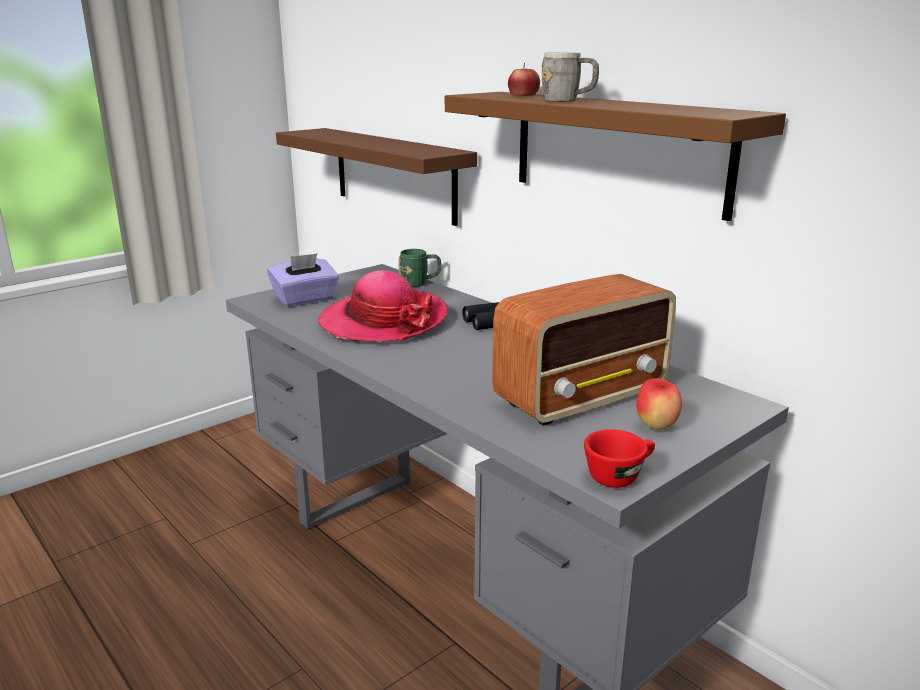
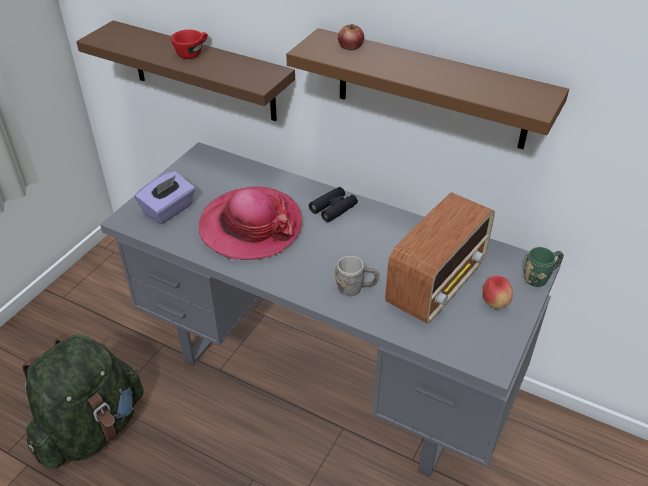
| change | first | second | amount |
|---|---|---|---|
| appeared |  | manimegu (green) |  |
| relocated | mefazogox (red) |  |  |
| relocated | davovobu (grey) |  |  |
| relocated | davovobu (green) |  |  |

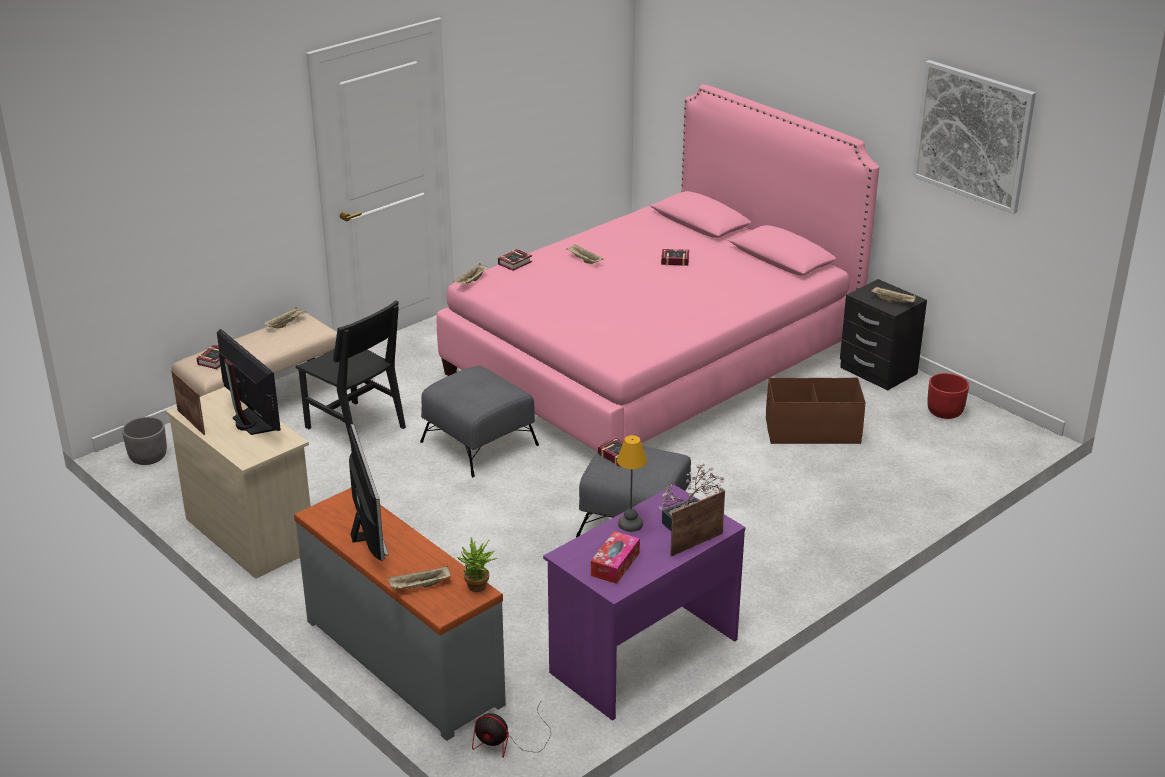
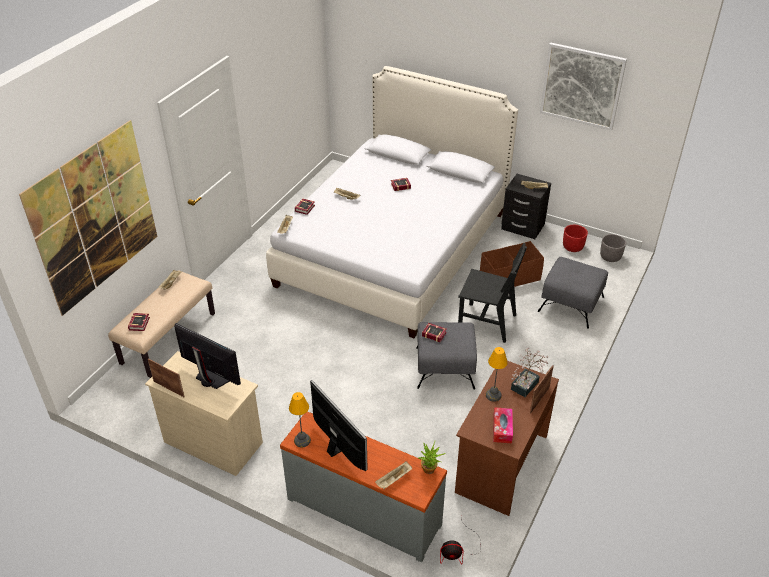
| change | first | second | amount |
|---|---|---|---|
| appeared |  | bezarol (no. 1 from left) |  |
| colour | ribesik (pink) | ribesik (white) |  |
| appeared |  | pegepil (no. 1 from left) |  |
| colour | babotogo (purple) | babotogo (brown) |  |
| relocated | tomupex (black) |  |  |
| relocated | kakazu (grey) (no. 1 from left in the first image) | kakazu (grey) (no. 2 from left) |  |
| relocated | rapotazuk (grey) |  |  |

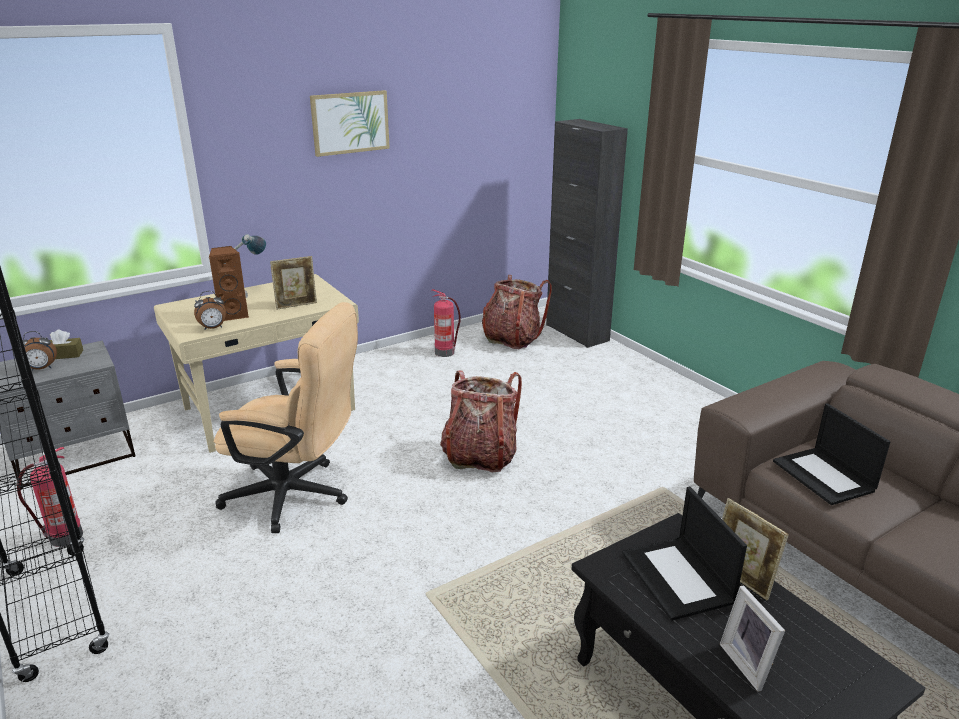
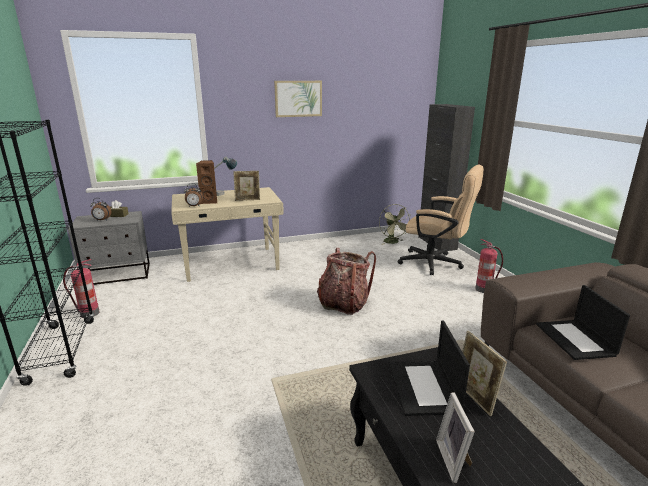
| change | first | second | amount |
|---|---|---|---|
| exchanged | manimegu (no. 2 from left) | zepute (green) |  |
| relocated | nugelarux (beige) |  |  |
| relocated | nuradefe (no. 2 from left) |  |  |

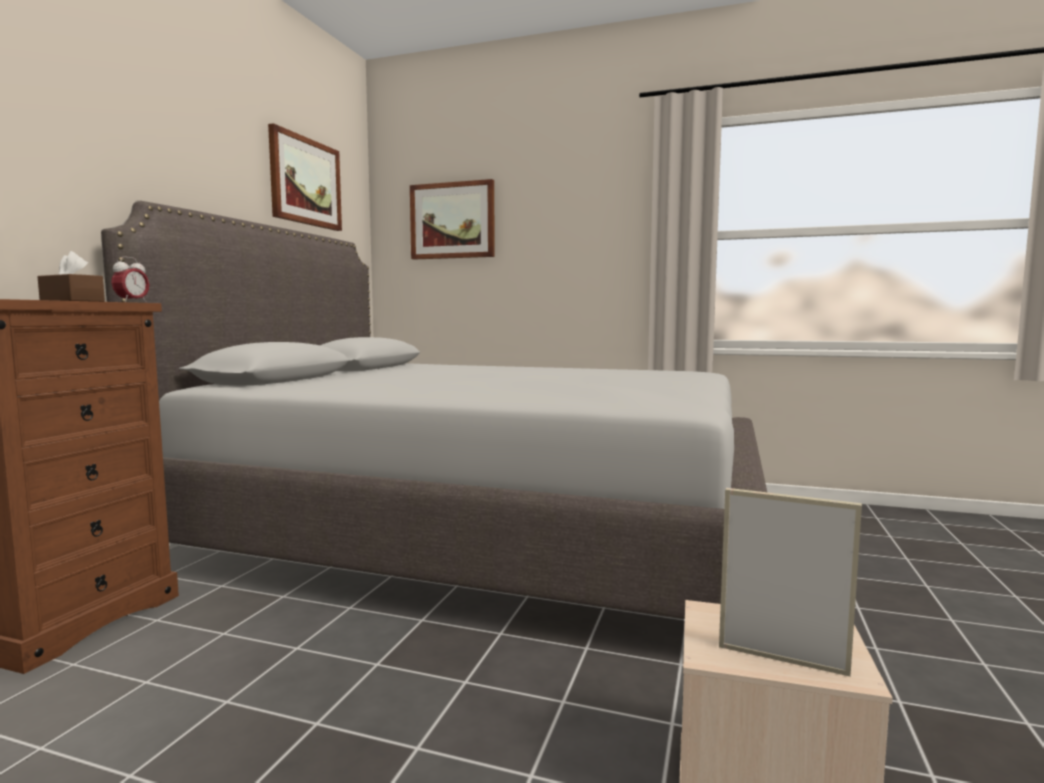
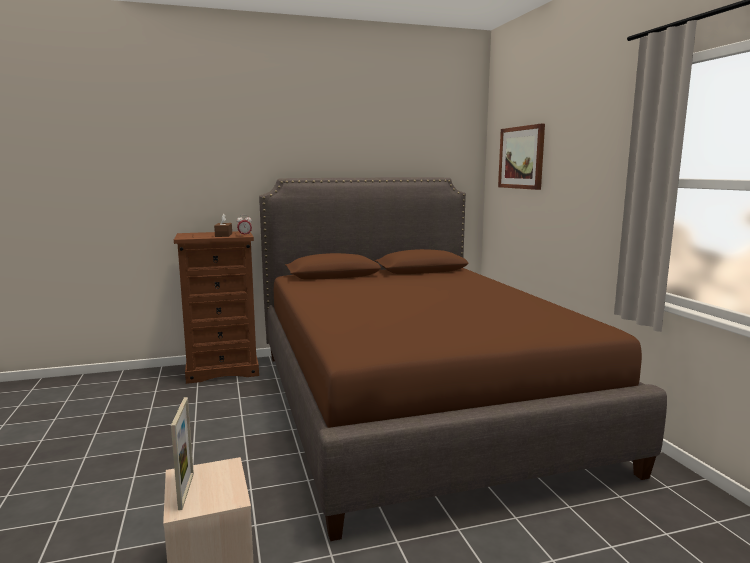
| change | first | second | amount |
|---|---|---|---|
| colour | ribesik (grey) | ribesik (brown) |  |
| missing | bezarol (no. 1 from left) |  |  |

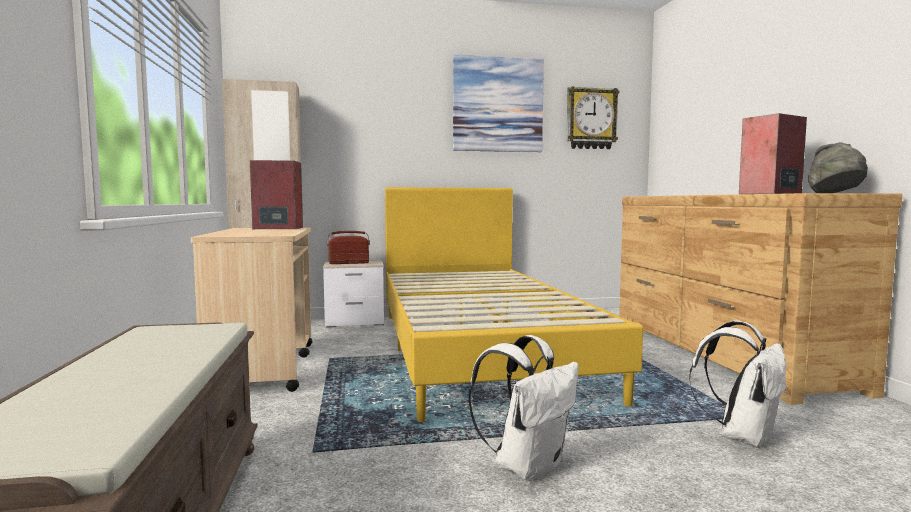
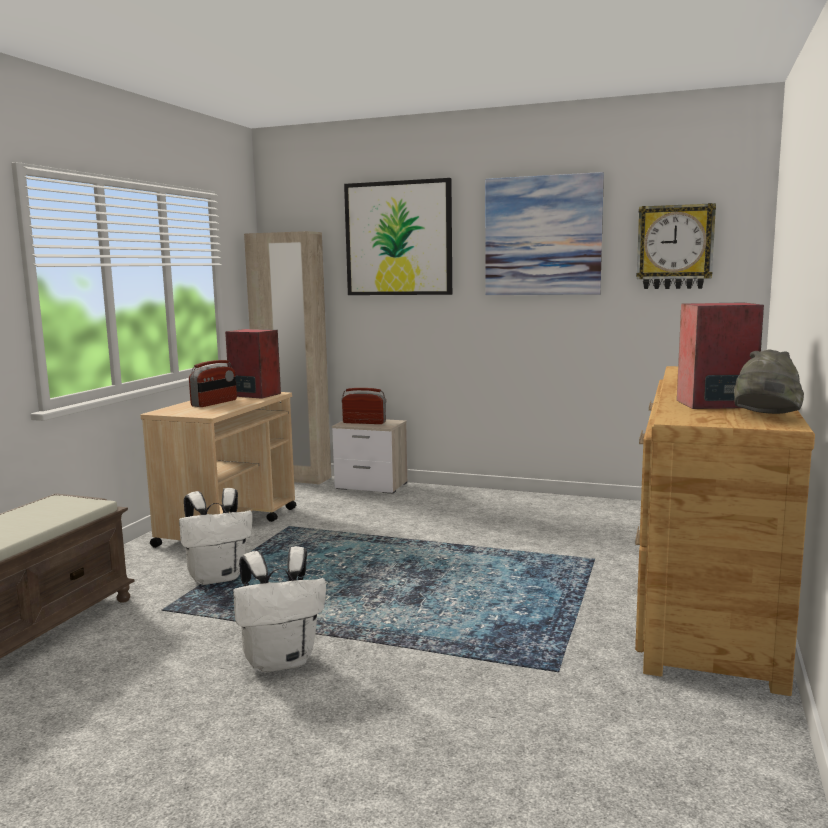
| change | first | second | amount |
|---|---|---|---|
| relocated | manimegu (white) (no. 2 from left in the first image) | manimegu (white) (no. 1 from left) |  |
| appeared |  | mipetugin (no. 1 from left) |  |
| appeared |  | bezarol (no. 1 from left) |  |
| missing | ribesik (yellow) |  |  |

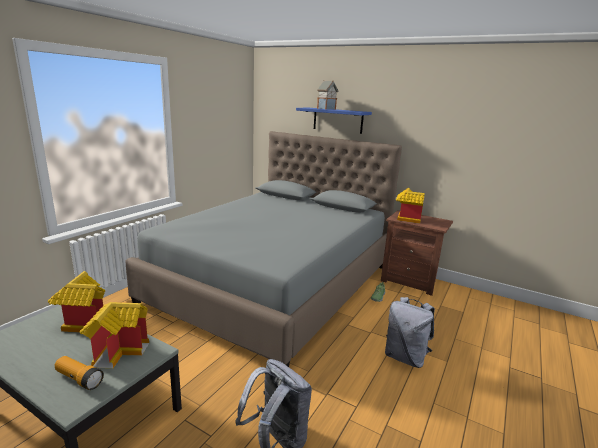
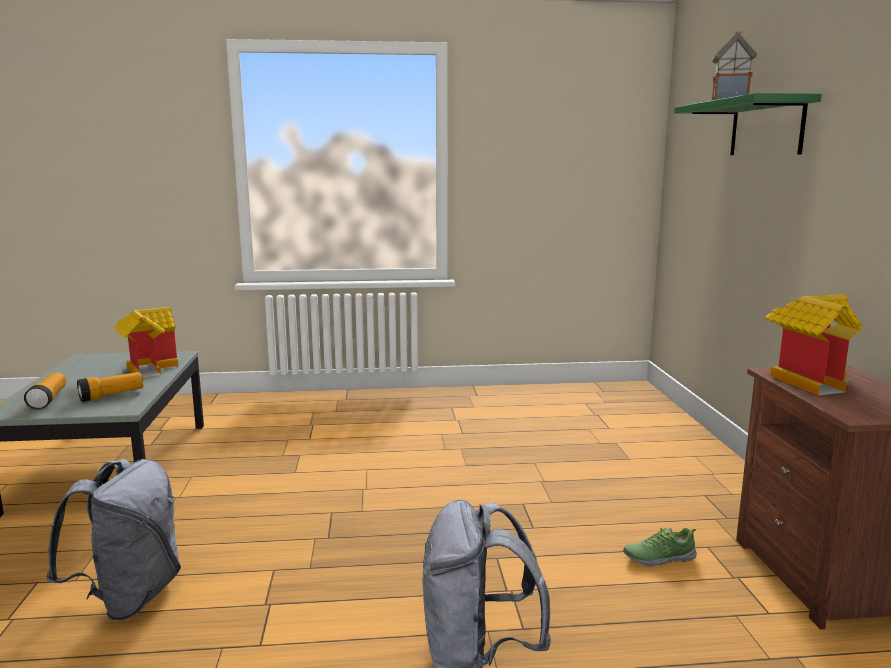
| change | first | second | amount |
|---|---|---|---|
| exchanged | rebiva (no. 2 from left) | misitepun (no. 2 from left) |  |
| colour | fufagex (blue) | fufagex (green) |  |
| missing | ribesik (grey) |  |  |

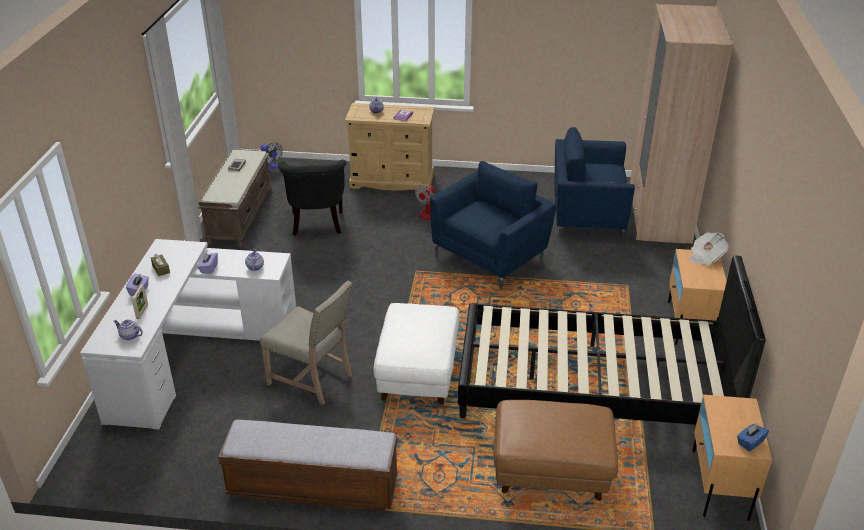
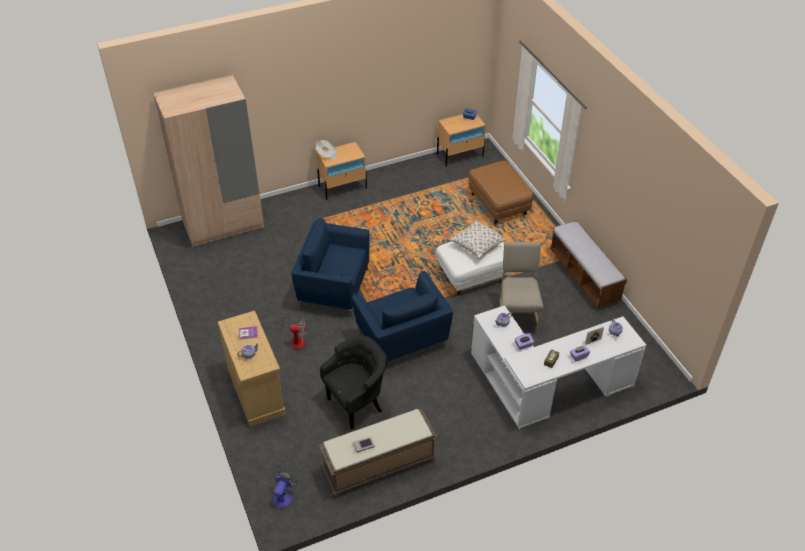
| change | first | second | amount |
|---|---|---|---|
| relocated | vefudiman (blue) (no. 2 from left) |  |  |
| appeared |  | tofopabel |  |
| missing | ribesik (black) |  |  |

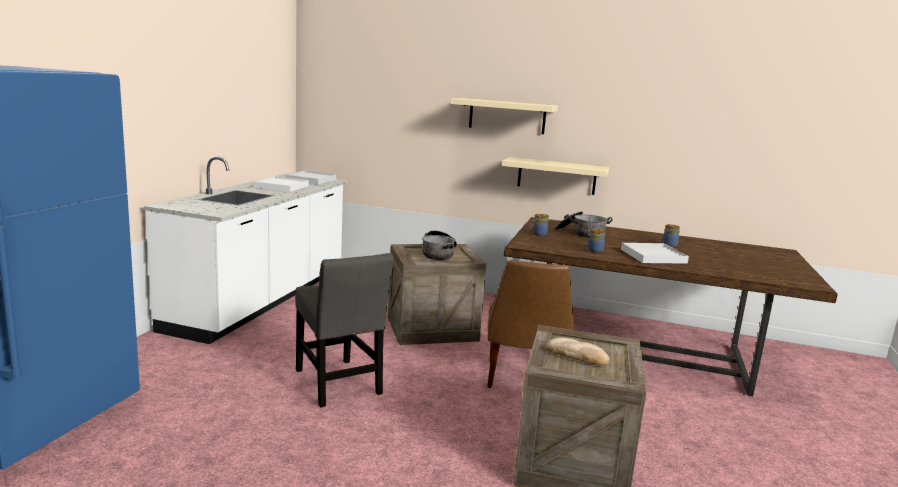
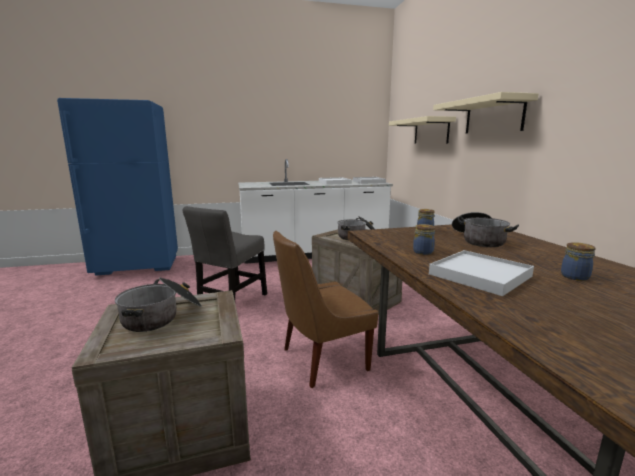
| change | first | second | amount |
|---|---|---|---|
| exchanged | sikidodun | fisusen (no. 1 from left) |  |
| relocated | fufagex (beige) (no. 2 from left in the first image) | fufagex (beige) (no. 1 from left) |  |

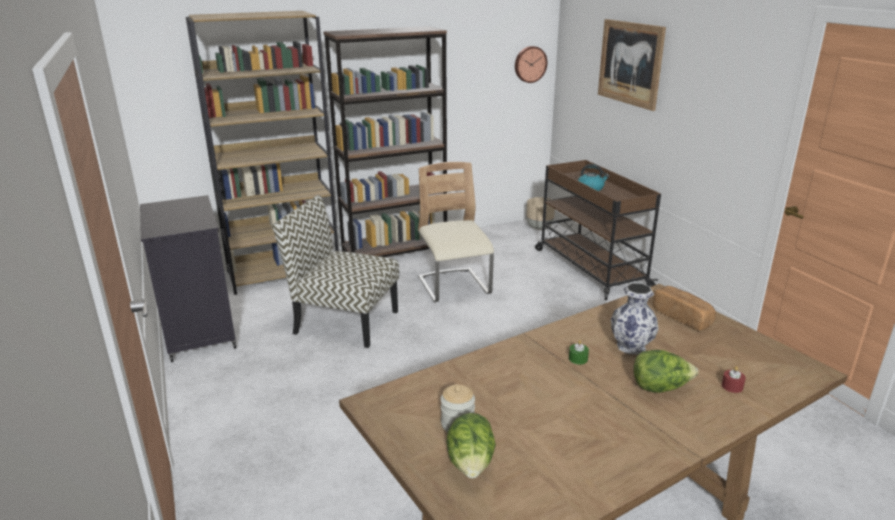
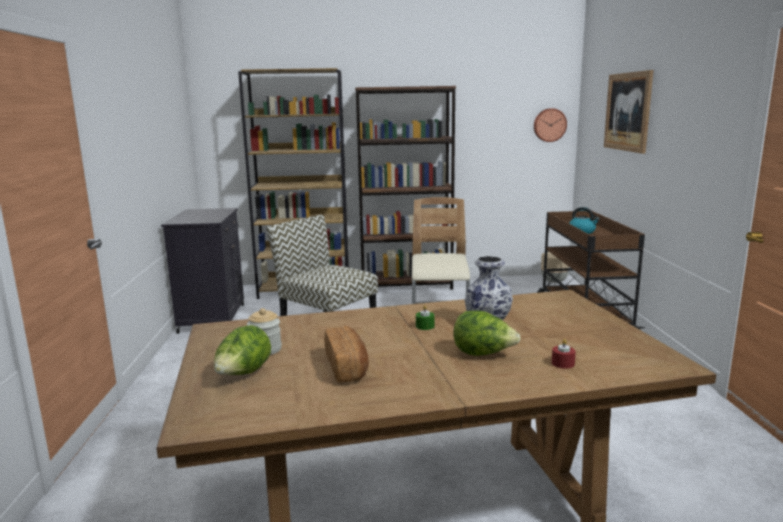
| change | first | second | amount |
|---|---|---|---|
| relocated | sikidodun |  |  |

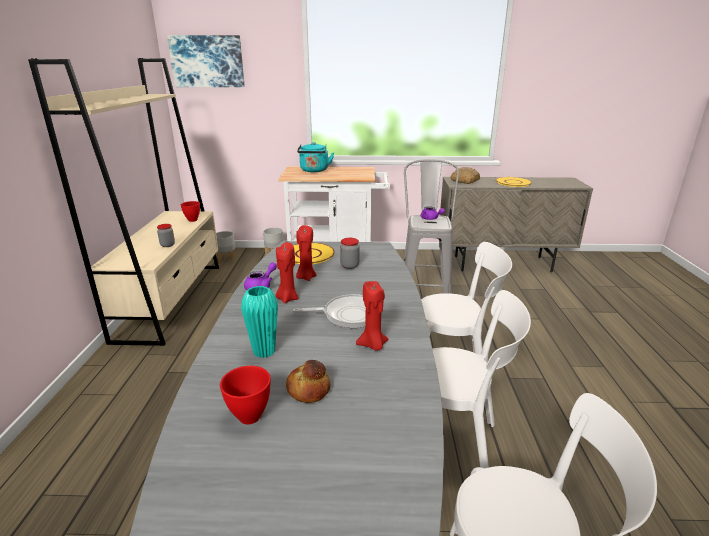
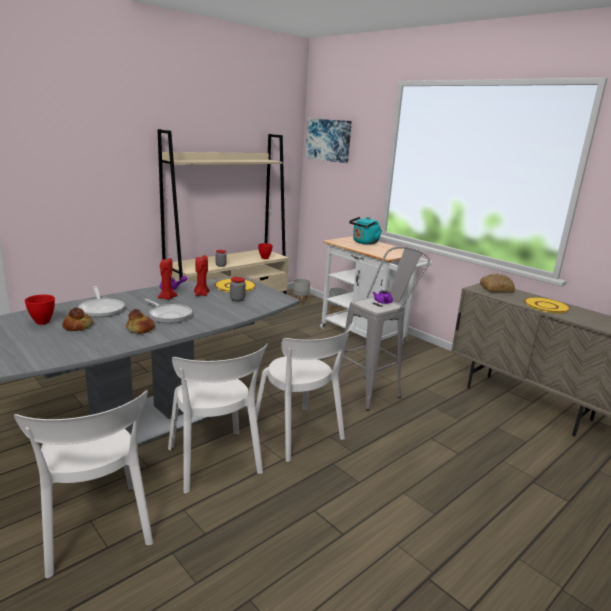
| change | first | second | amount |
|---|---|---|---|
| exchanged | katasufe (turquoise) | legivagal (no. 1 from left) |  |
| exchanged | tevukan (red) (no. 3 from left) | sikidodun (no. 2 from left) |  |

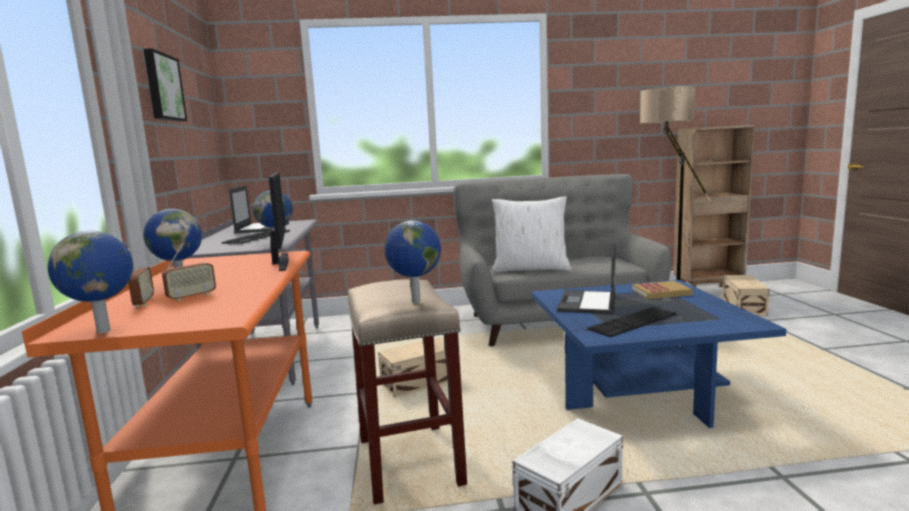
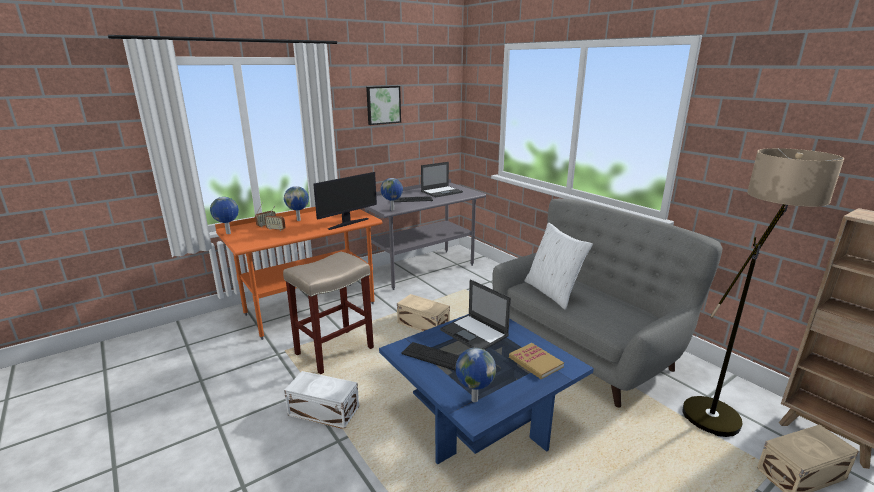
| change | first | second | amount |
|---|---|---|---|
| spun | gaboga (no. 2 from left) |  | 120 degrees counterclockwise |
| relocated | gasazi (no. 4 from left) |  |  |

